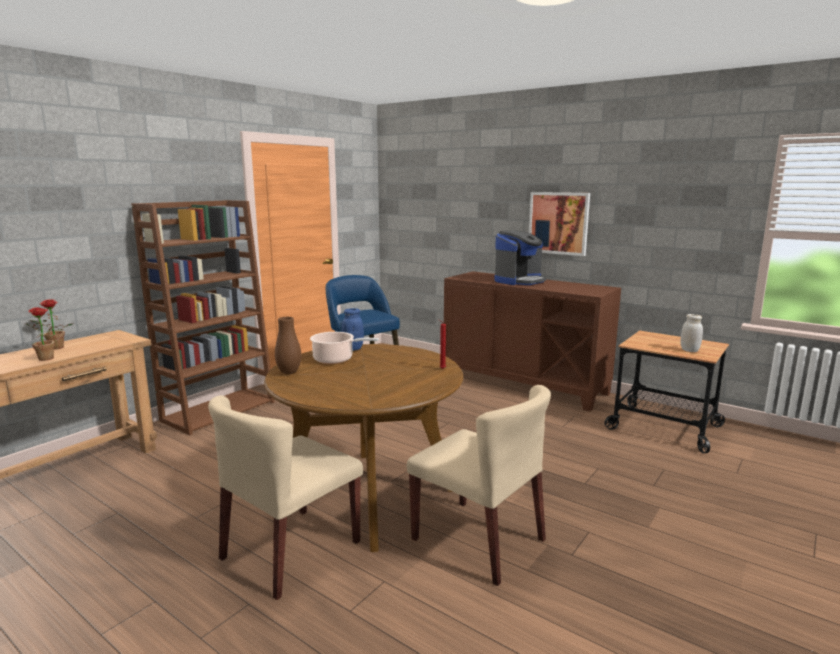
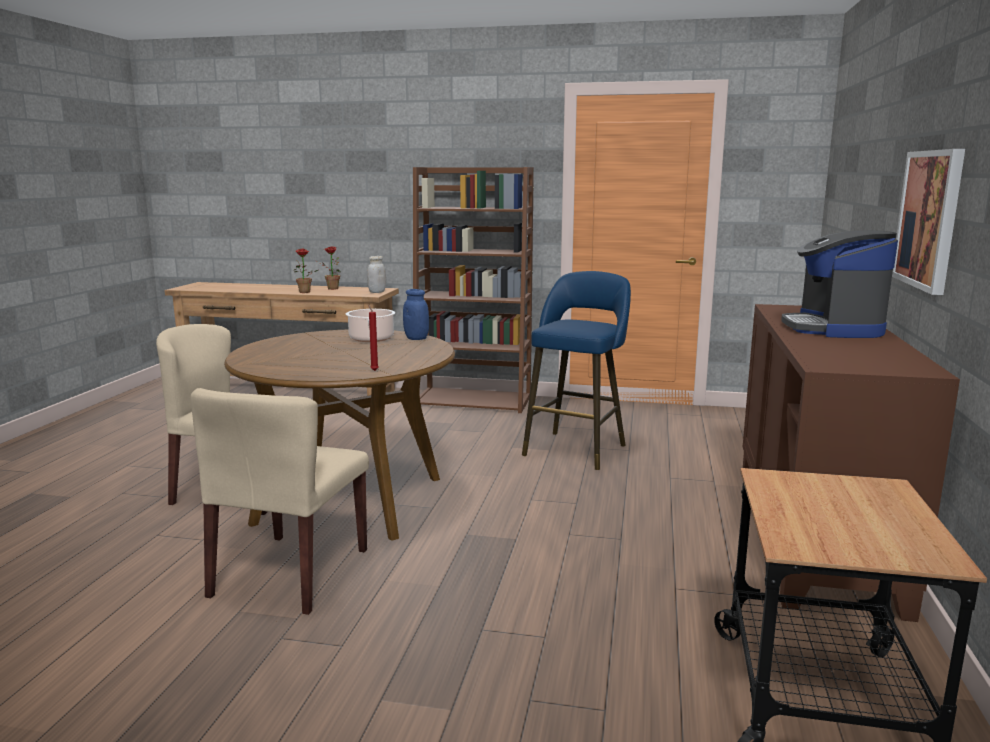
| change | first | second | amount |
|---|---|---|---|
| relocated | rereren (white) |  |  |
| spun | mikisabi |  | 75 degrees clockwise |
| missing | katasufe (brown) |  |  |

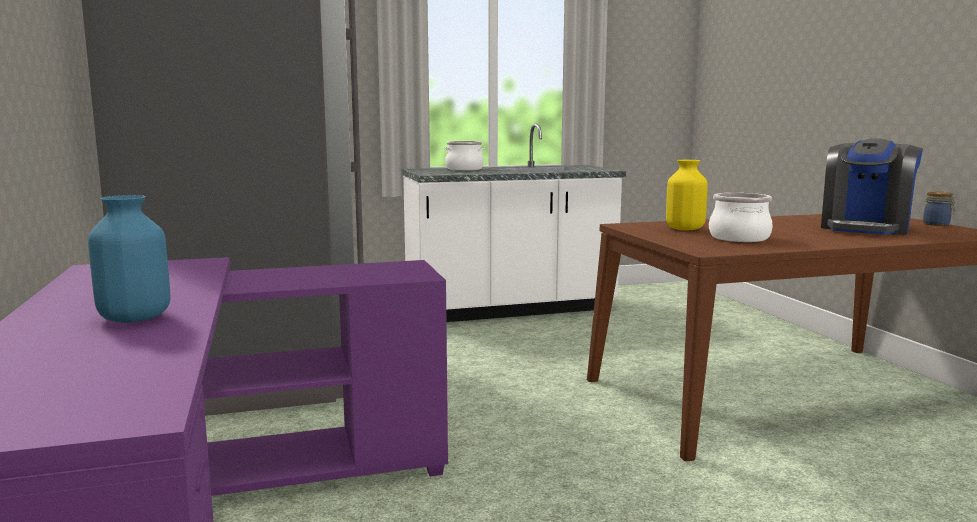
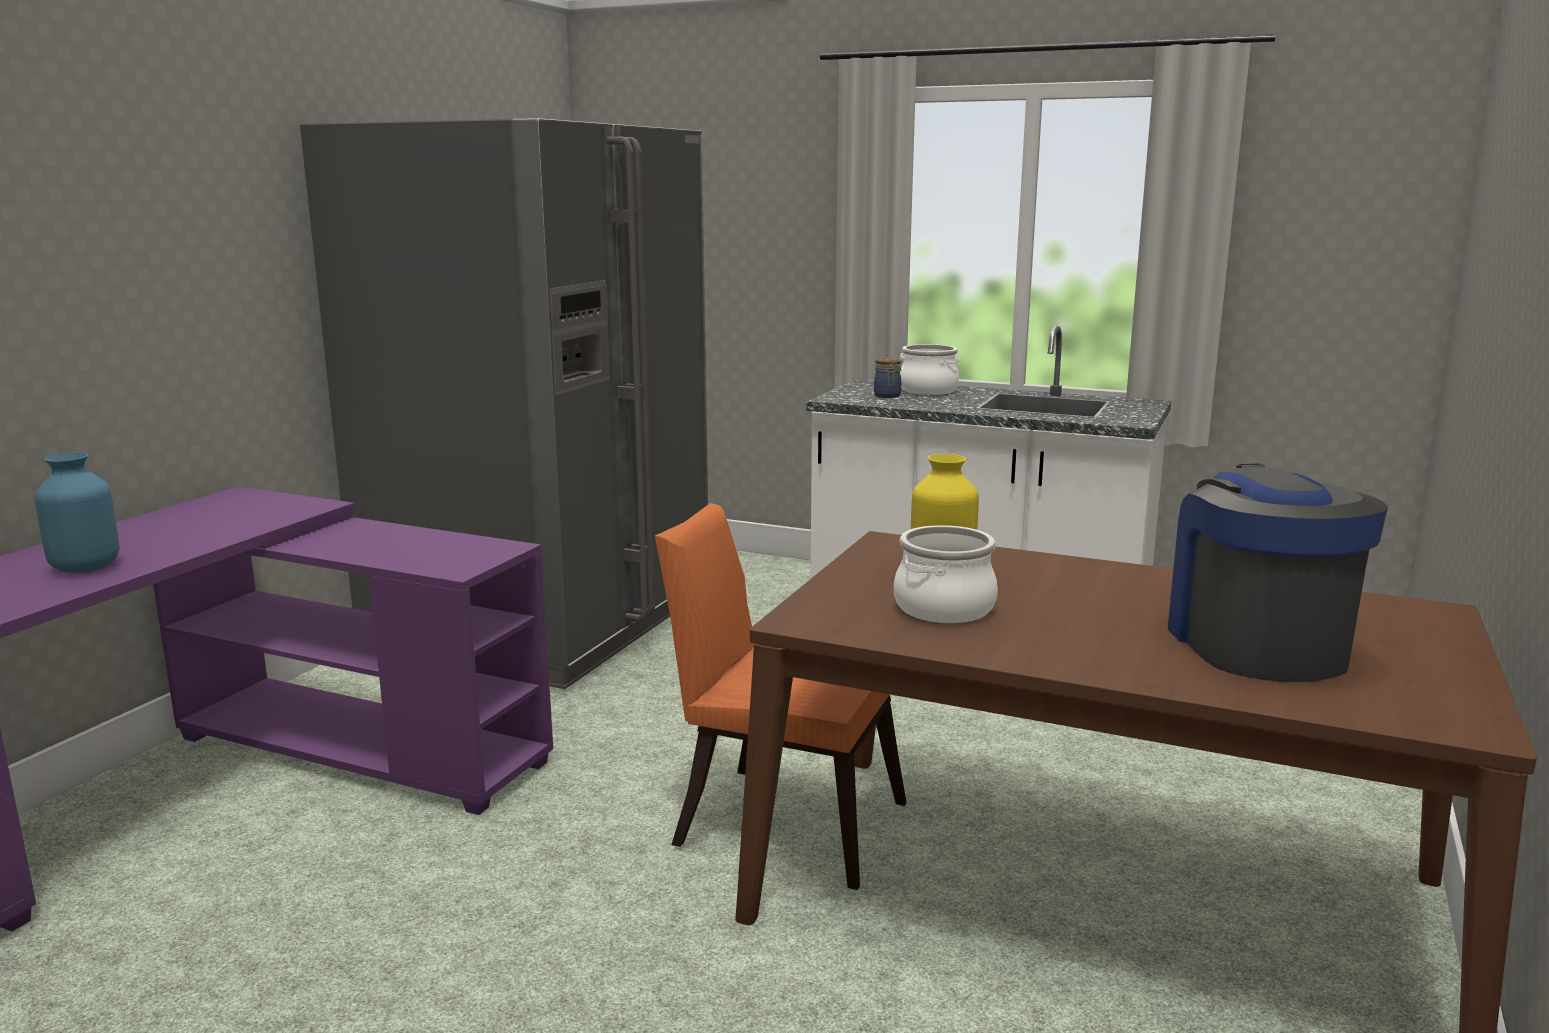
| change | first | second | amount |
|---|---|---|---|
| appeared |  | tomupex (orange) |  |
| relocated | rereren |  |  |
| spun | mikisabi |  | 105 degrees clockwise |

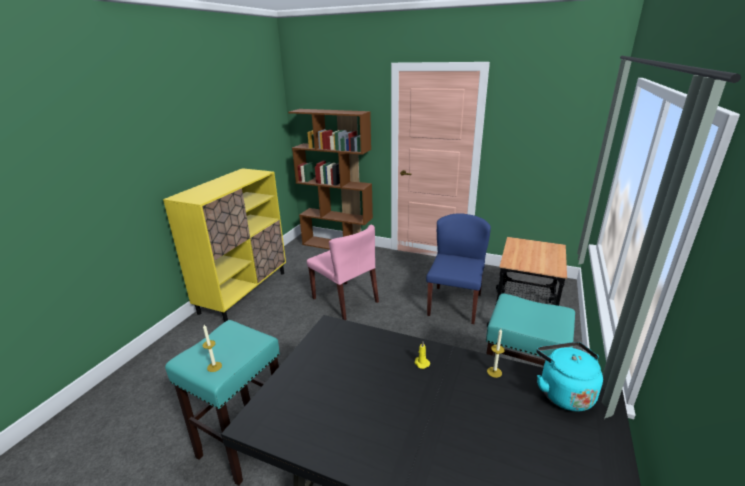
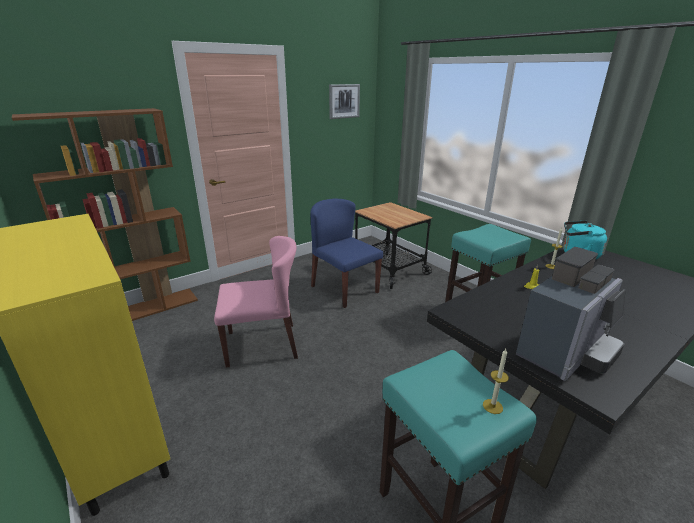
| change | first | second | amount |
|---|---|---|---|
| appeared |  | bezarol |  |
| appeared |  | mikisabi |  |

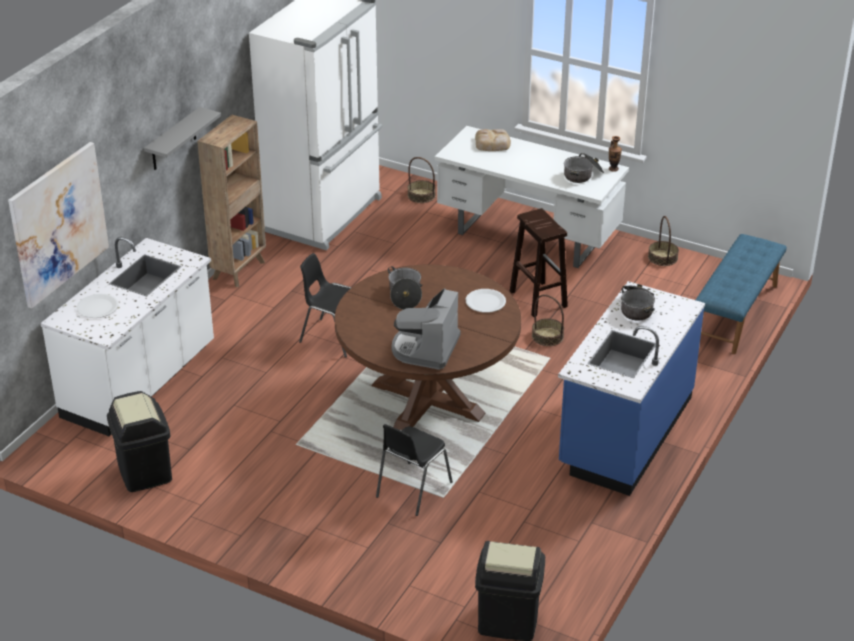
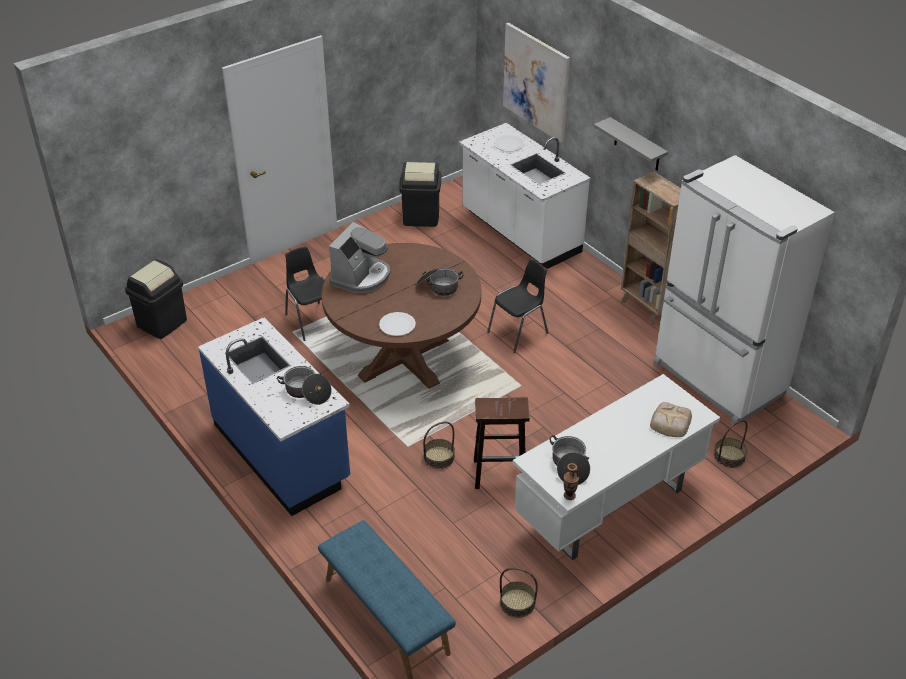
| change | first | second | amount |
|---|---|---|---|
| spun | mikisabi |  | 75 degrees clockwise |

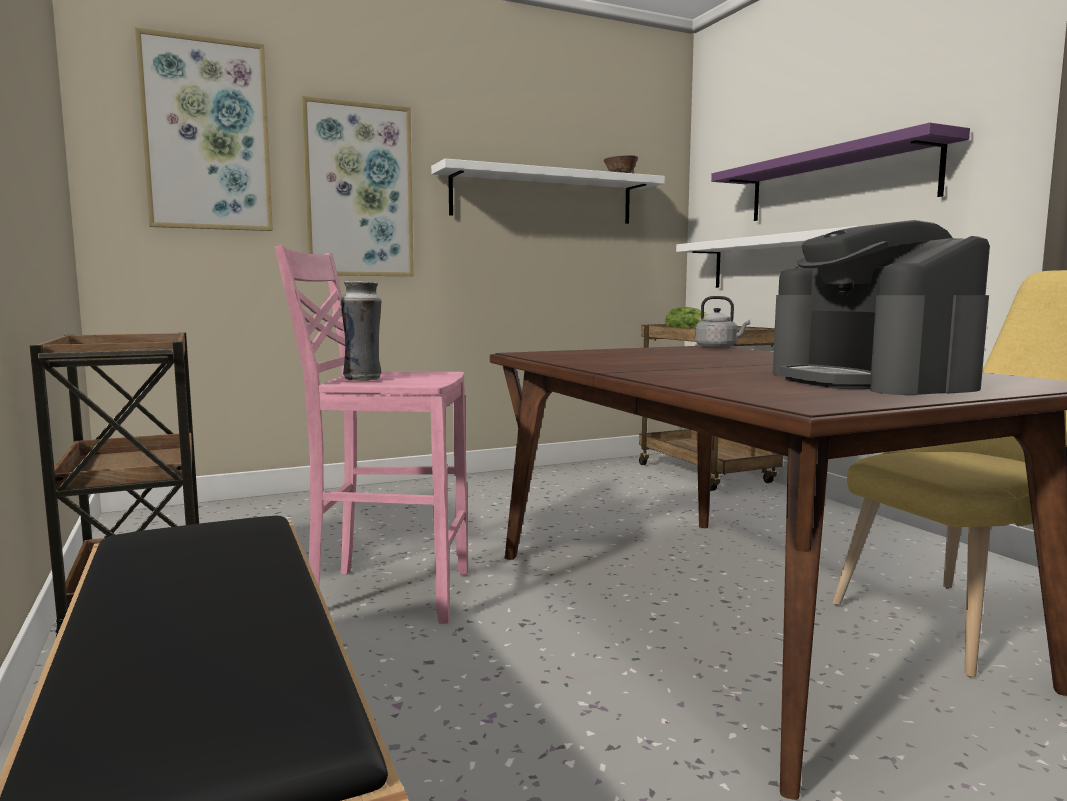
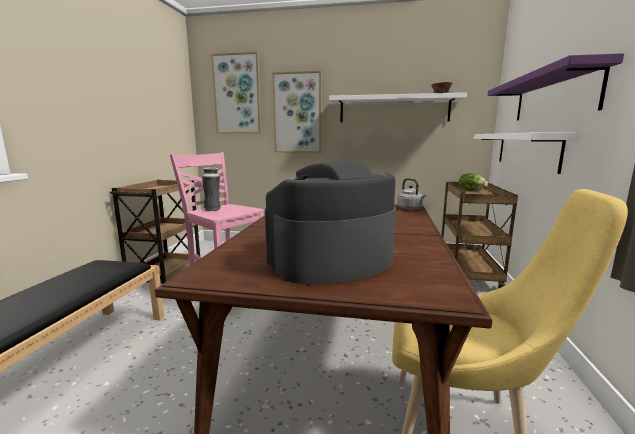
| change | first | second | amount |
|---|---|---|---|
| spun | mikisabi |  | 45 degrees clockwise |

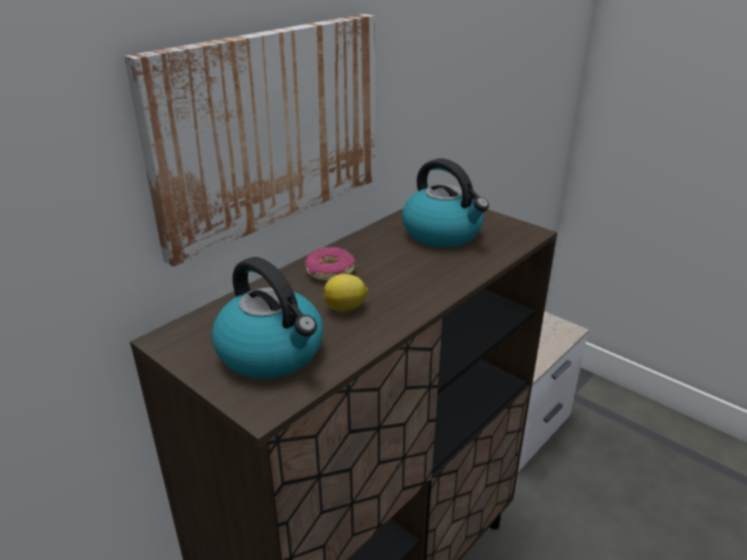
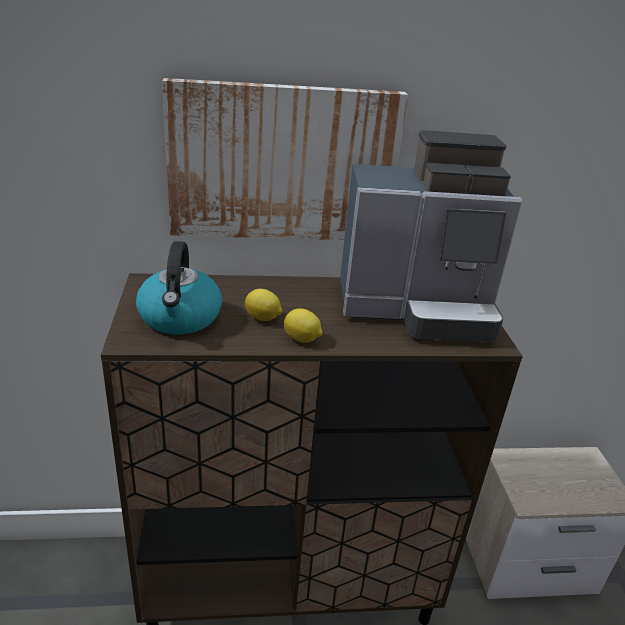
| change | first | second | amount |
|---|---|---|---|
| appeared |  | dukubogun (no. 2 from left) |  |
| exchanged | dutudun (no. 2 from left) | mikisabi |  |
| missing | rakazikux |  |  |

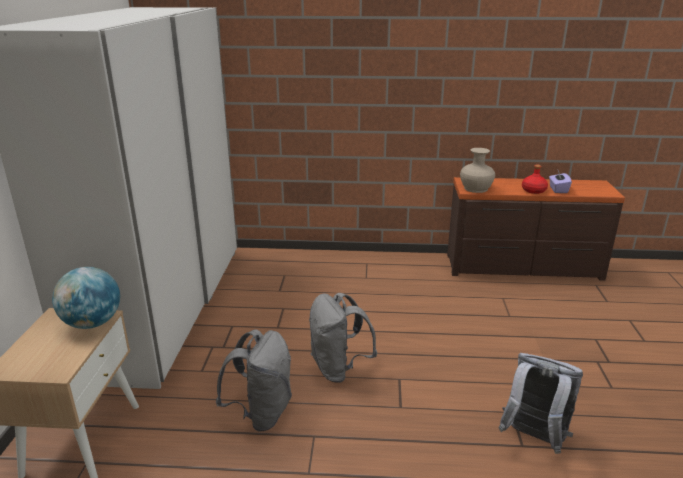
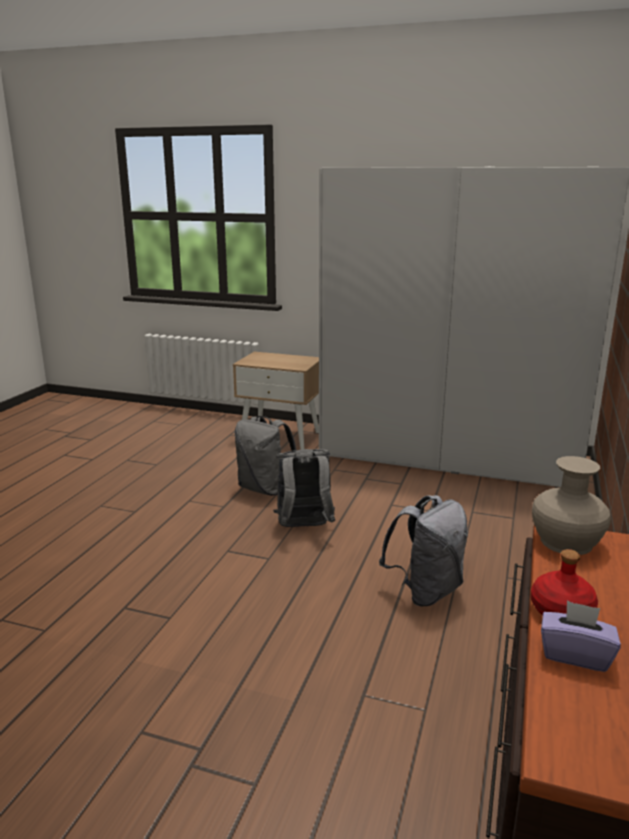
| change | first | second | amount |
|---|---|---|---|
| relocated | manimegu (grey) (no. 3 from left) |  |  |
| missing | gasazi |  |  |

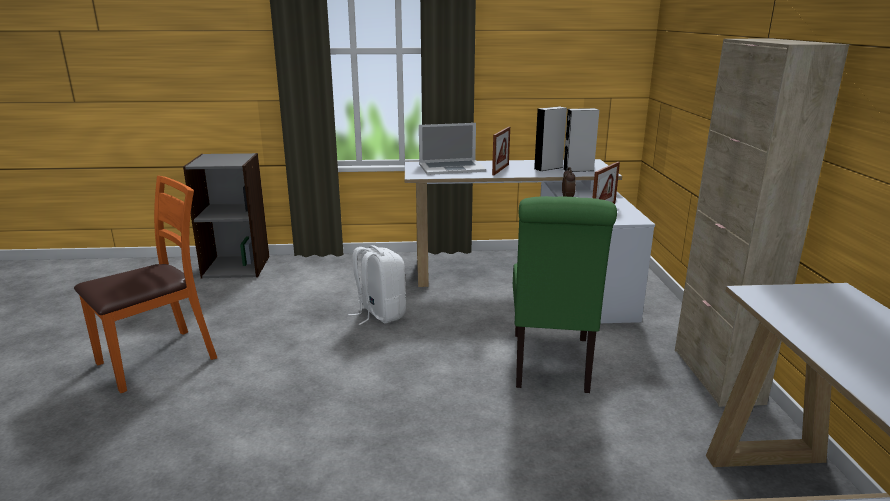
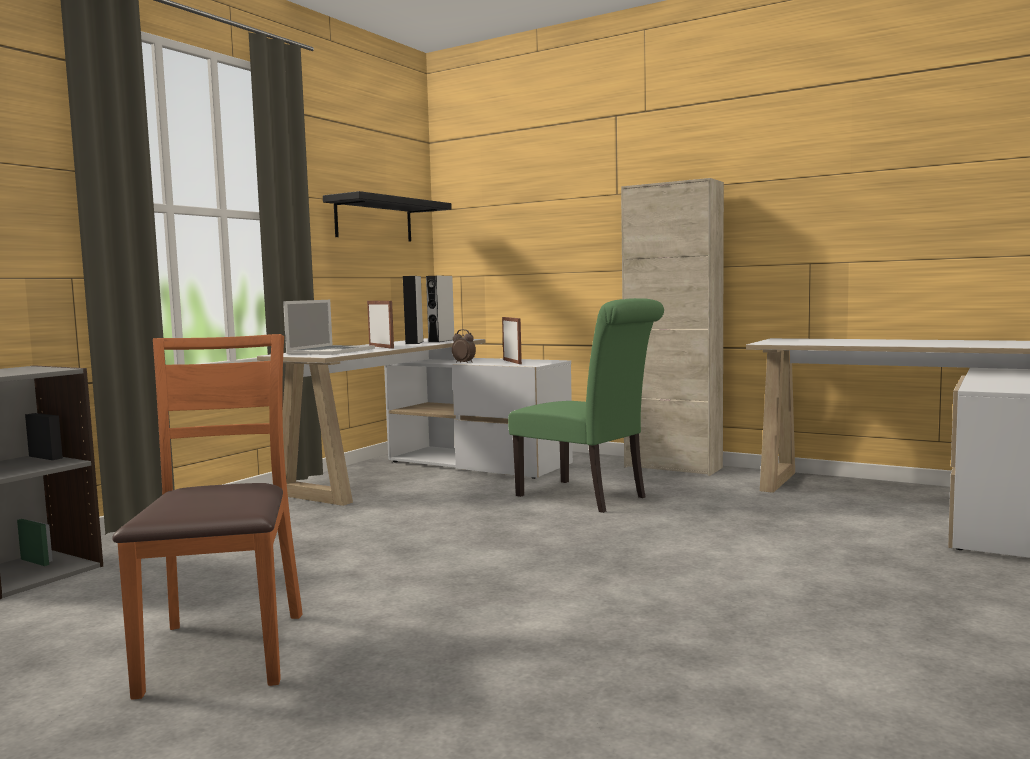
| change | first | second | amount |
|---|---|---|---|
| appeared |  | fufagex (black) |  |
| missing | manimegu (white) |  |  |

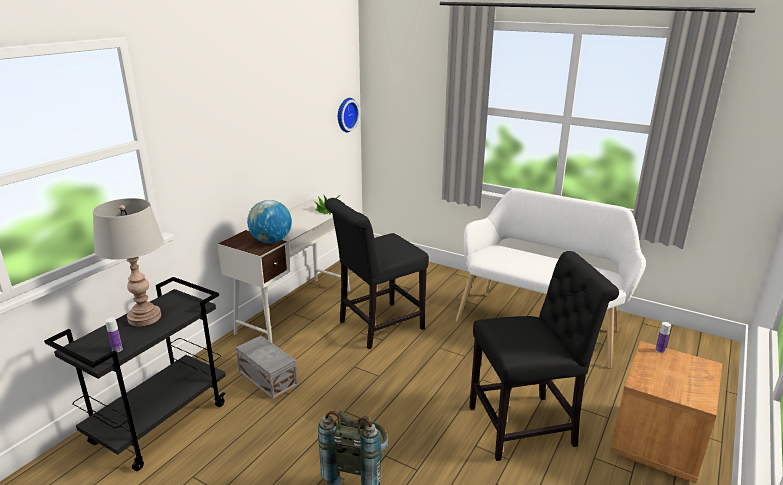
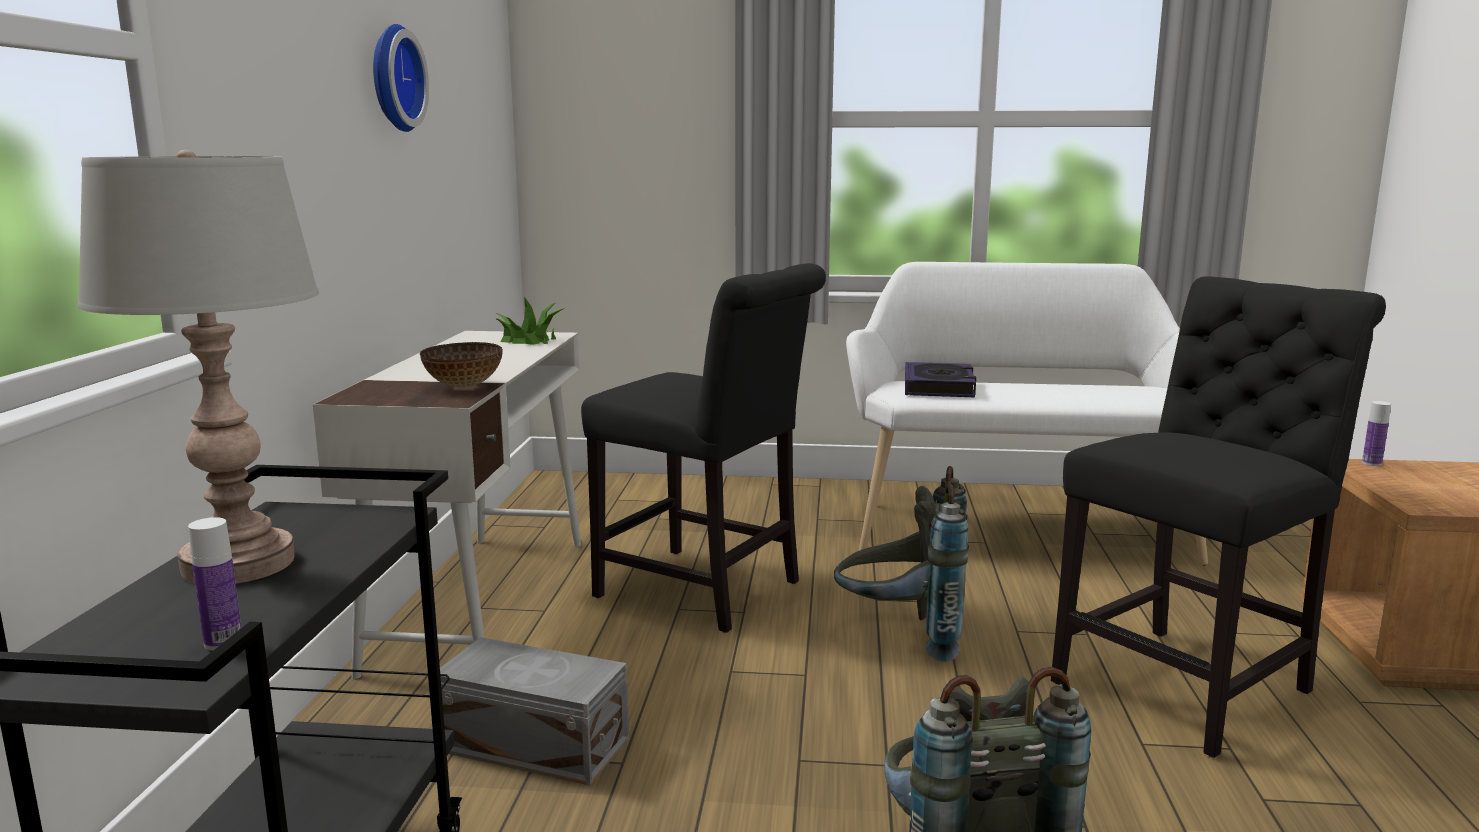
| change | first | second | amount |
|---|---|---|---|
| relocated | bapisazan |  |  |
| exchanged | gasazi | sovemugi |  |
| spun | tomupex (black) (no. 1 from left) |  | 90 degrees counterclockwise |
| appeared |  | manimegu (grey) (no. 1 from left) |  |
| appeared |  | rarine |  |

